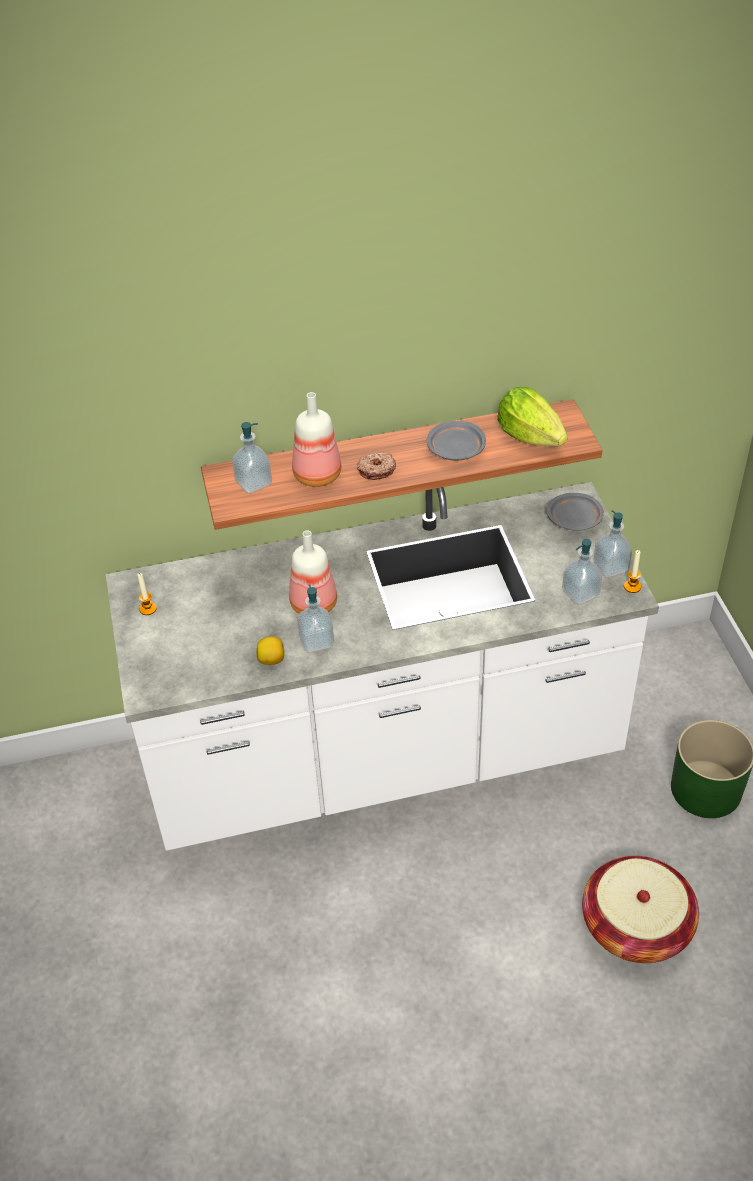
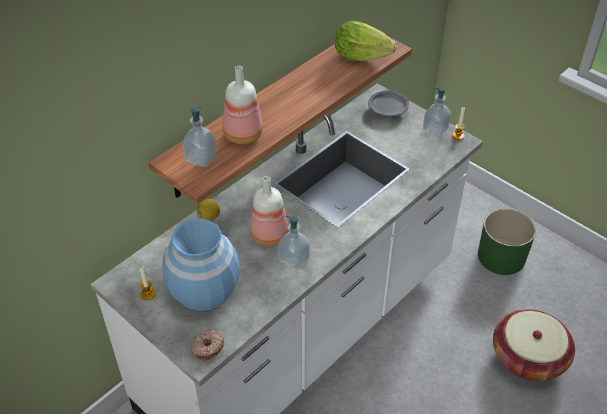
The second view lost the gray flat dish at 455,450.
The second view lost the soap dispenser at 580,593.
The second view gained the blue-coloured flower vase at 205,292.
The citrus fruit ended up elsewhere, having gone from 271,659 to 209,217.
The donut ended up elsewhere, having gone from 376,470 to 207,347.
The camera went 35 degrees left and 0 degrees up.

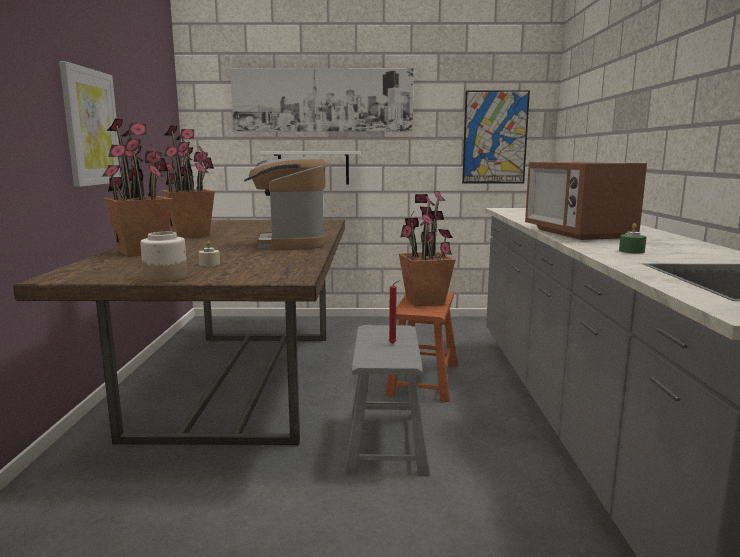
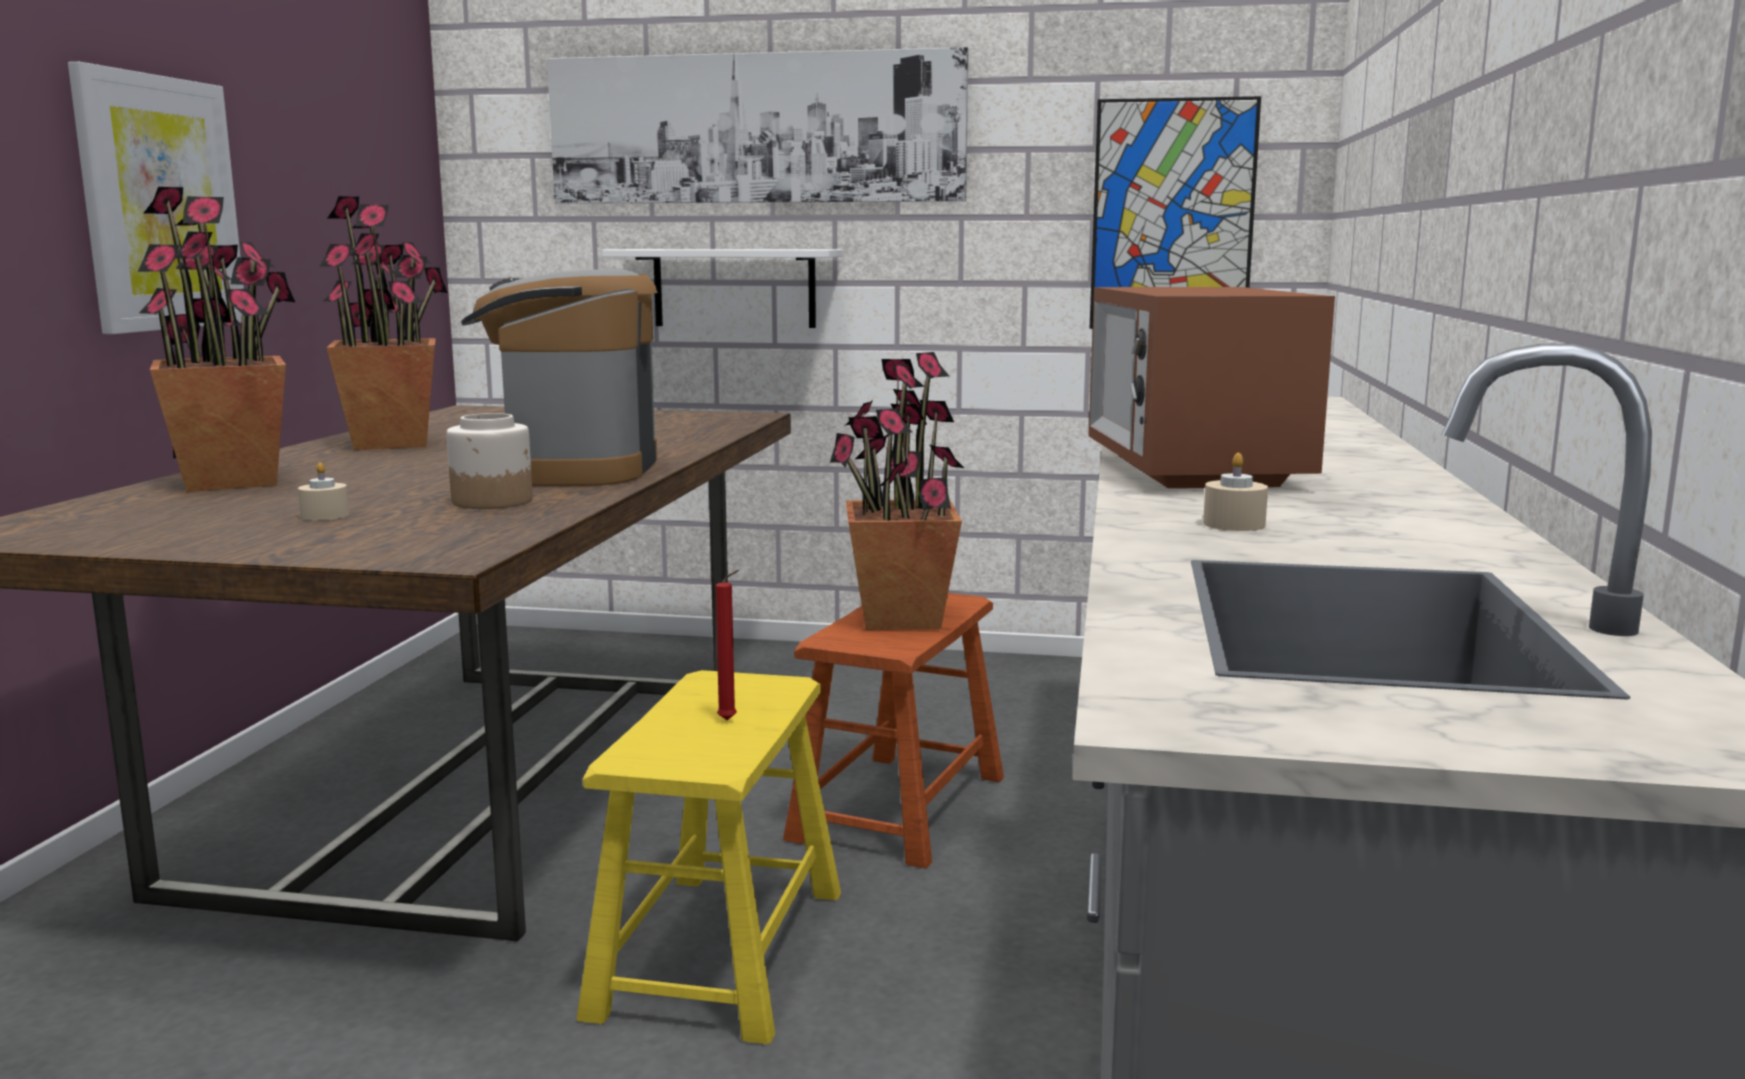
The preserve jar ended up elsewhere, having gone from 166,278 to 493,501.
What was the gray stool at 386,441 turned into the yellow stool at 720,951.
What was the greenish candle at 631,251 turned into the beige candle at 1234,524.
The camera went 10 degrees right and 0 degrees up.

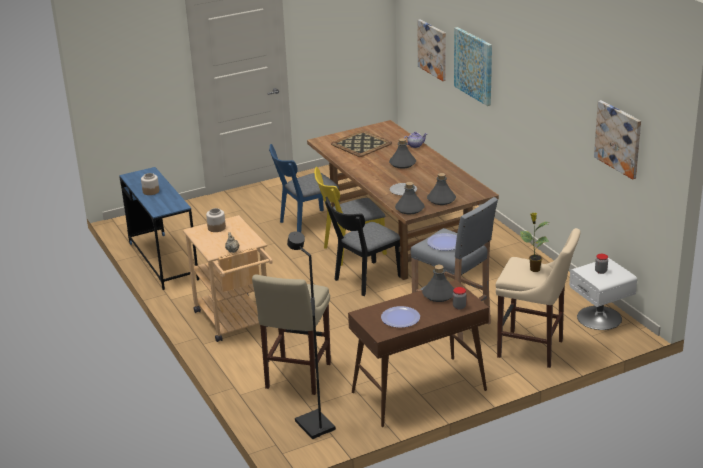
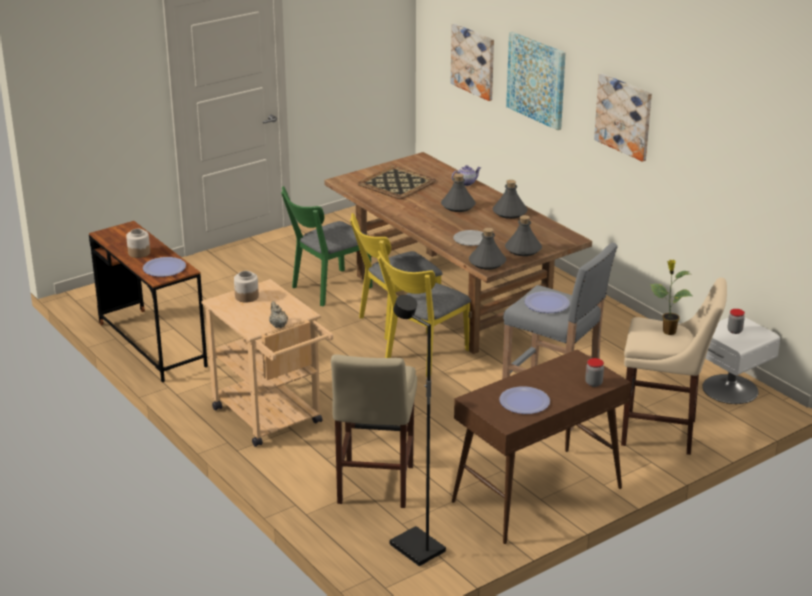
The second view gained the flat dish at 164,268.
The gray beverage bottle ended up elsewhere, having gone from 439,295 to 510,212.
The wall picture ended up elsewhere, having gone from 618,139 to 624,116.
What was the blue-coloured desk at 163,261 turned into the brownish desk at 152,345.
What was the blue-coloured plain chair at 306,224 turned into the greenish plain chair at 327,289.
What was the black plain chair at 364,280 turned into the yellow plain chair at 424,356.
The camera went 10 degrees left and 0 degrees up.

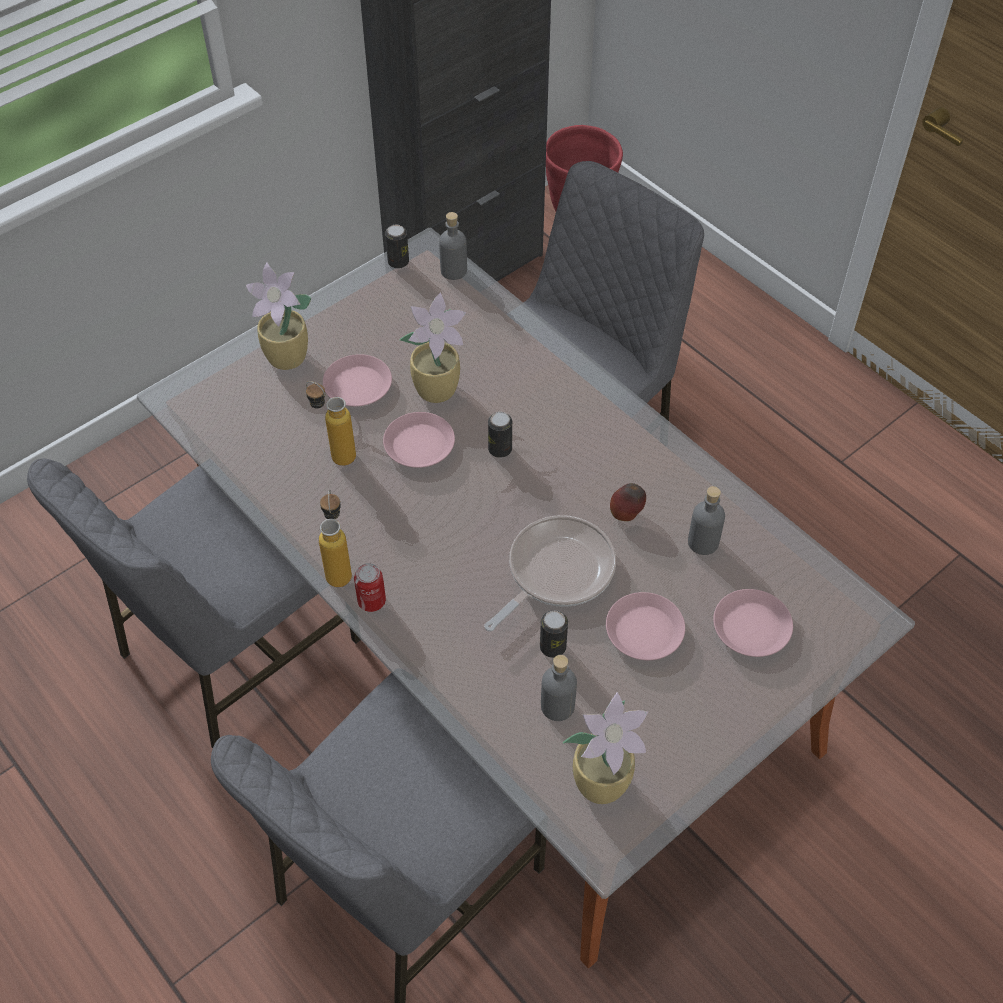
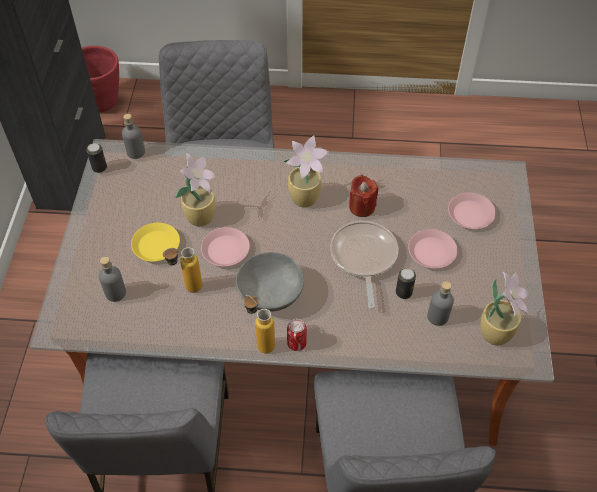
The second view lost the metal can at 500,449.
The second view gained the gray deep dish at 270,294.
The potted plant ended up elsewhere, having gone from 288,358 to 306,198.
The gray beverage bottle ended up elsewhere, having gone from 703,542 to 115,293.
Where the apple stood at 626,514, the red-coloured candle came to stand at 362,207.
What was the pink flat dish at 358,385 turned into the yellow flat dish at 156,245.
The camera went 45 degrees left and 0 degrees up.

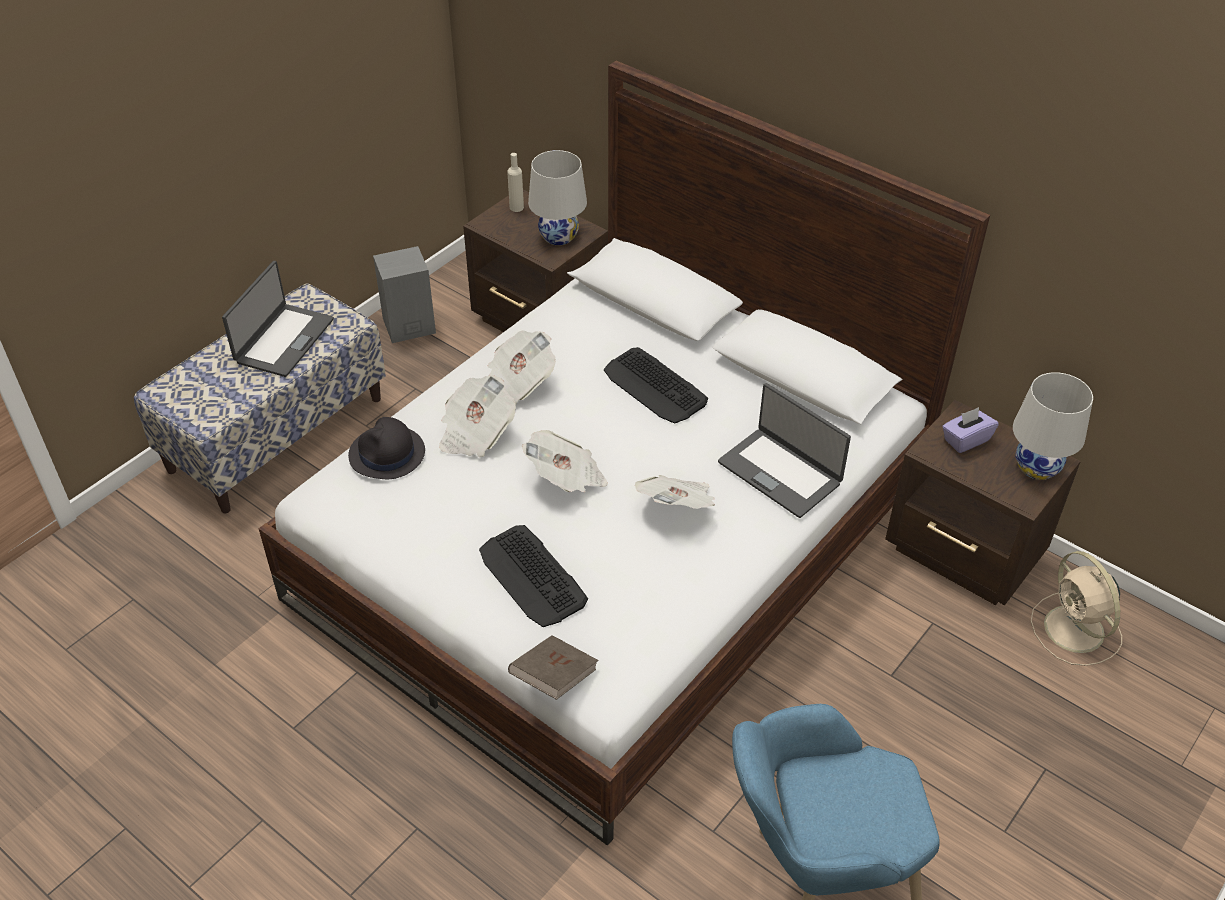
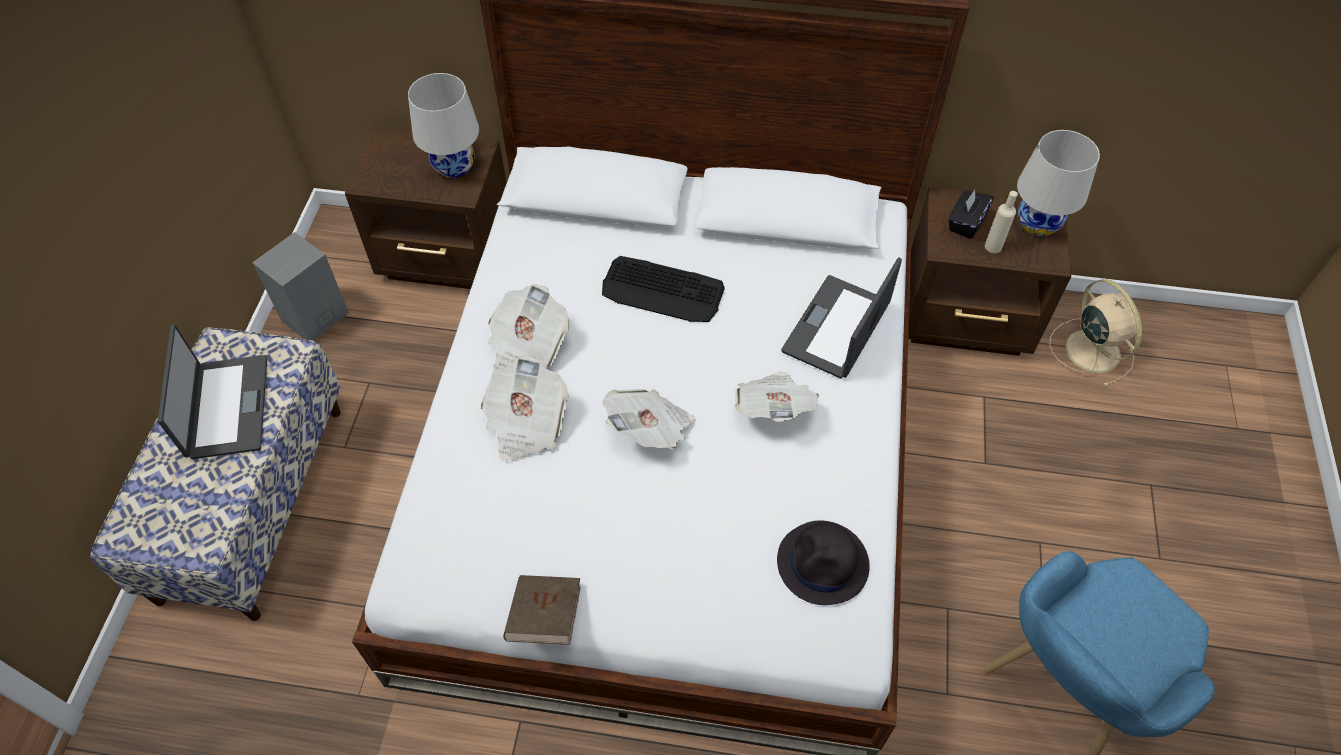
The second view lost the computer keyboard at 532,577.
The black wearable hat ended up elsewhere, having gone from 387,454 to 823,564.
The beige beverage bottle ended up elsewhere, having gone from 516,207 to 993,246.
The brownish book ended up elsewhere, having gone from 553,678 to 545,617.
What was the purple-coloured box of tissues at 966,440 turned into the black box of tissues at 966,223.
The laptop at 780,472 ended up facing another way, 105 degrees clockwise from before.
The beige cooling fan at 1075,631 ended up facing another way, 150 degrees counterclockwise from before.
The camera went 30 degrees left and 10 degrees up.

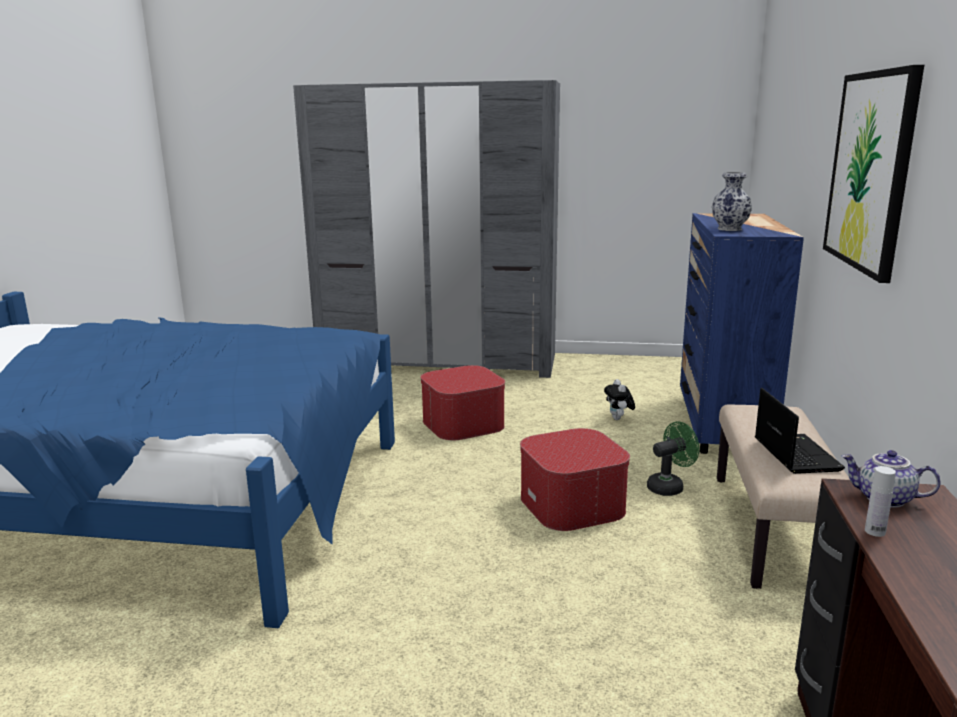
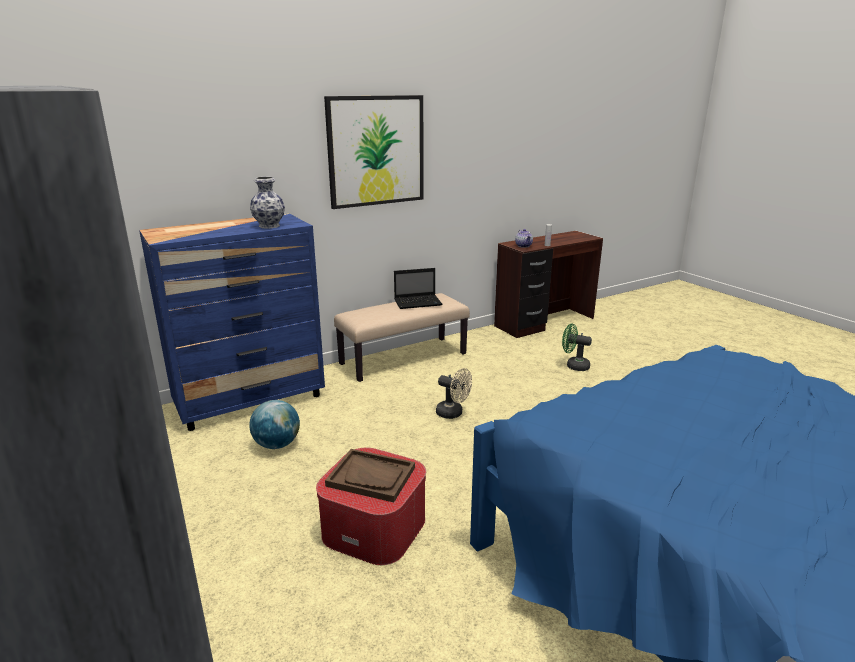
The second view gained the brownish serving tray at 371,477.
The greenish cooling fan ended up elsewhere, having gone from 669,486 to 574,366.
Where the pouffe stood at 572,504, the beige cooling fan came to stand at 453,413.
Where the plush toy stood at 619,419, the globe came to stand at 277,444.
The laptop at 794,454 ended up facing another way, 150 degrees counterclockwise from before.
The camera went 130 degrees left and 5 degrees up.

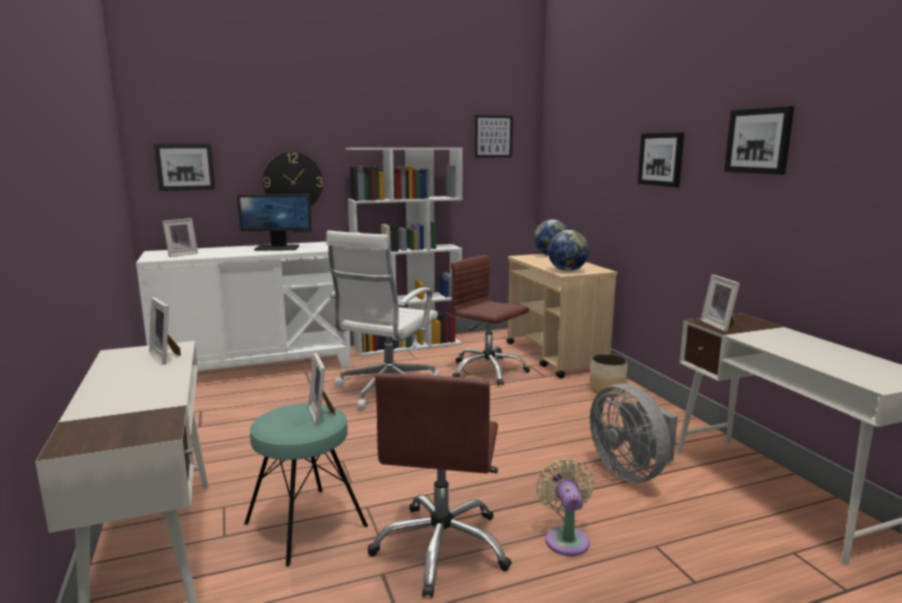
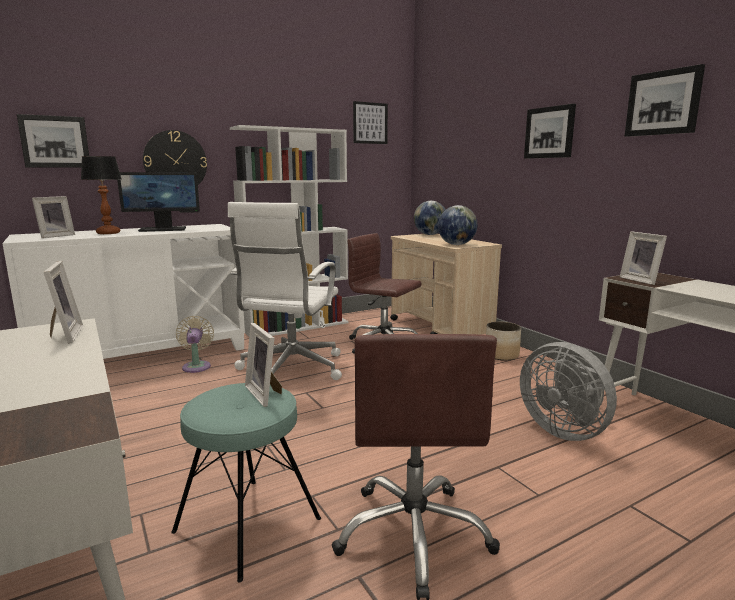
The second view gained the lamp for a table at 108,233.
The beige cooling fan ended up elsewhere, having gone from 566,538 to 197,366.
The standing frame at 167,356 ended up facing another way, 150 degrees counterclockwise from before.
The camera went 10 degrees left and 0 degrees up.

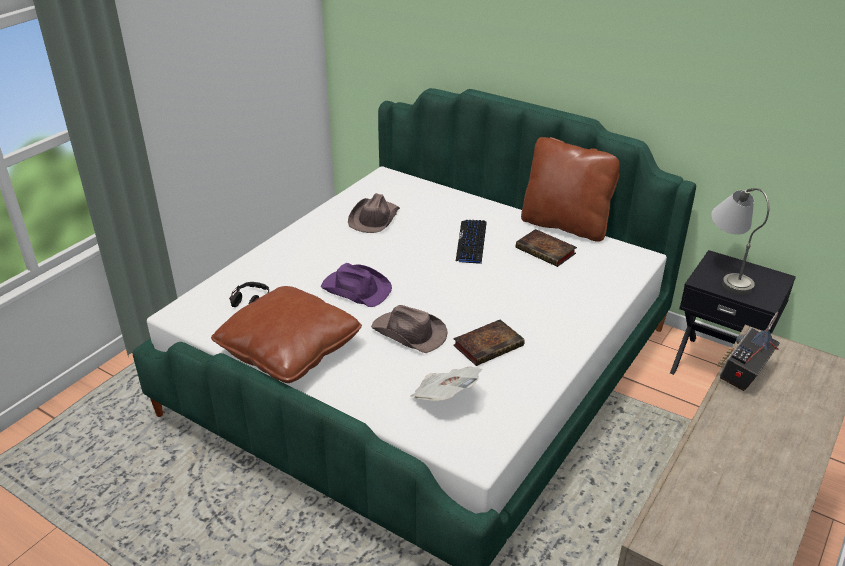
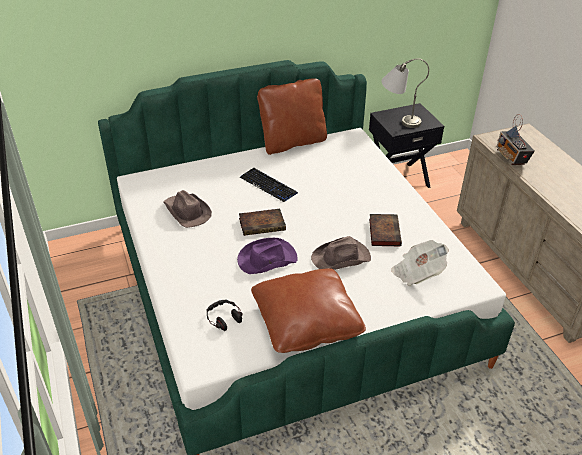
The book ended up elsewhere, having gone from 547,251 to 263,224.
The camera went 55 degrees left and 5 degrees up.

